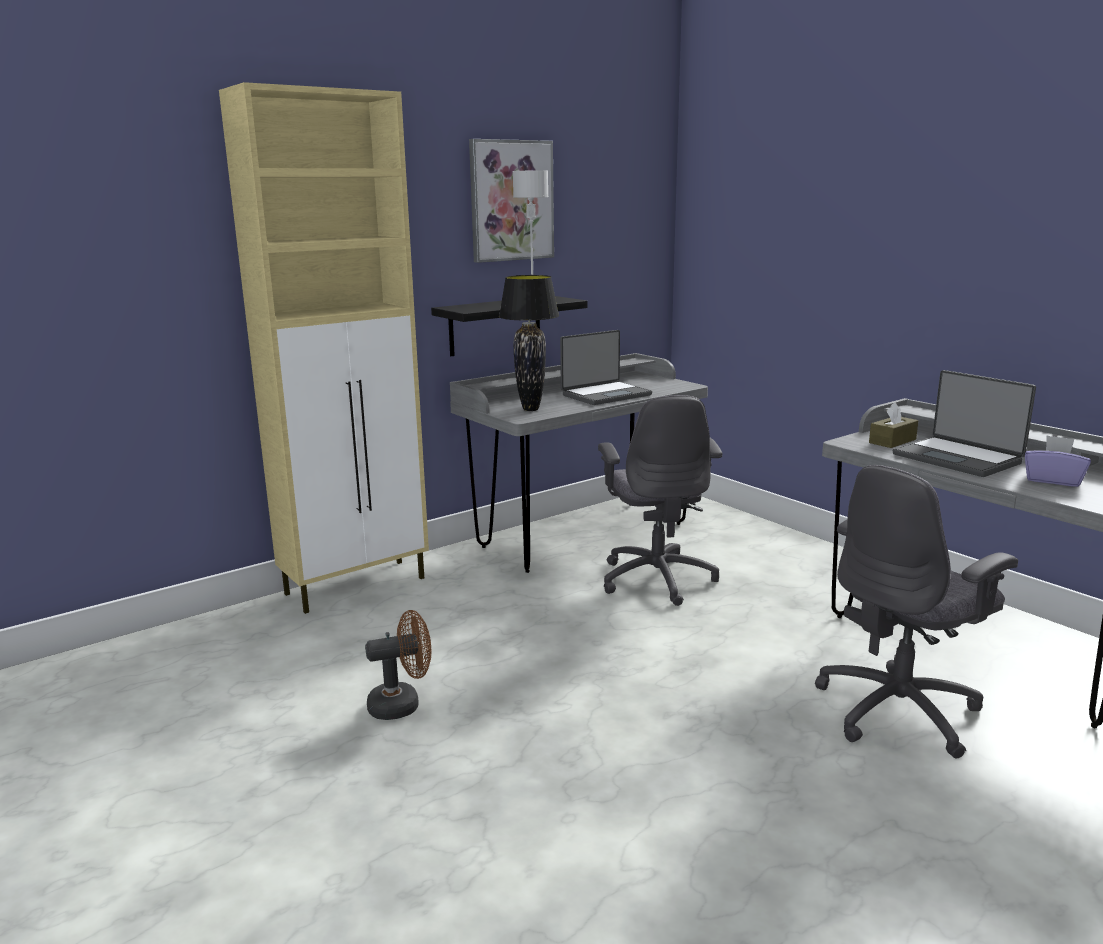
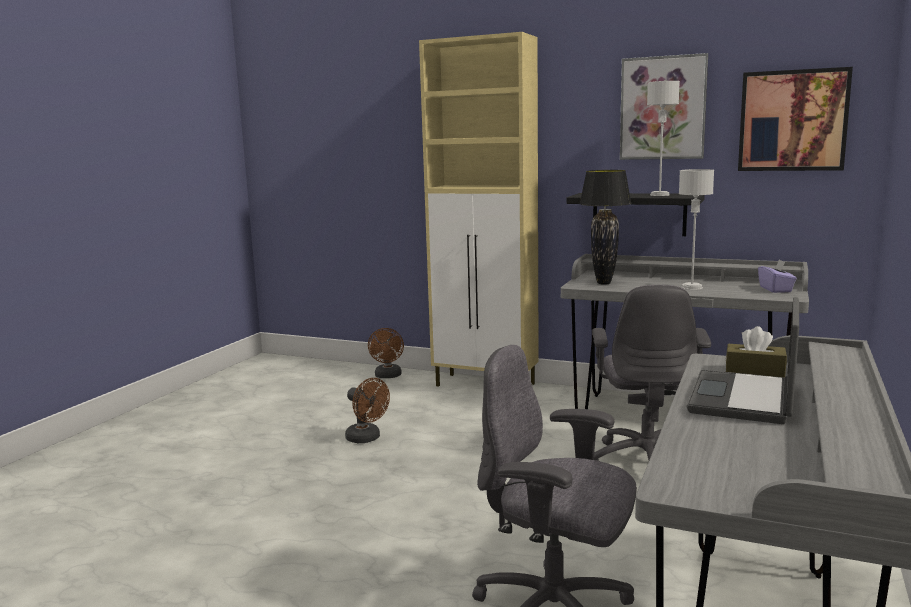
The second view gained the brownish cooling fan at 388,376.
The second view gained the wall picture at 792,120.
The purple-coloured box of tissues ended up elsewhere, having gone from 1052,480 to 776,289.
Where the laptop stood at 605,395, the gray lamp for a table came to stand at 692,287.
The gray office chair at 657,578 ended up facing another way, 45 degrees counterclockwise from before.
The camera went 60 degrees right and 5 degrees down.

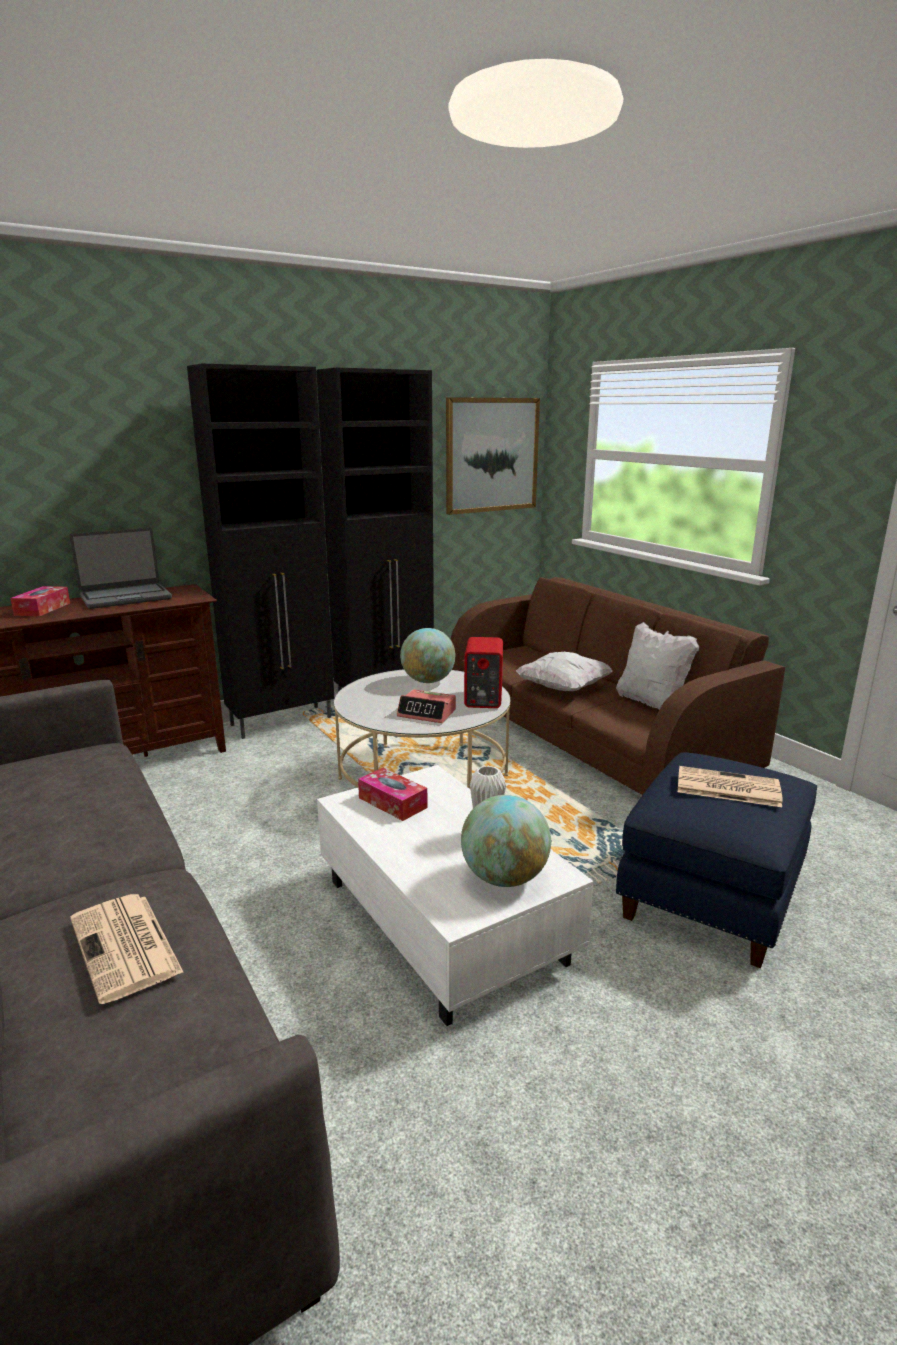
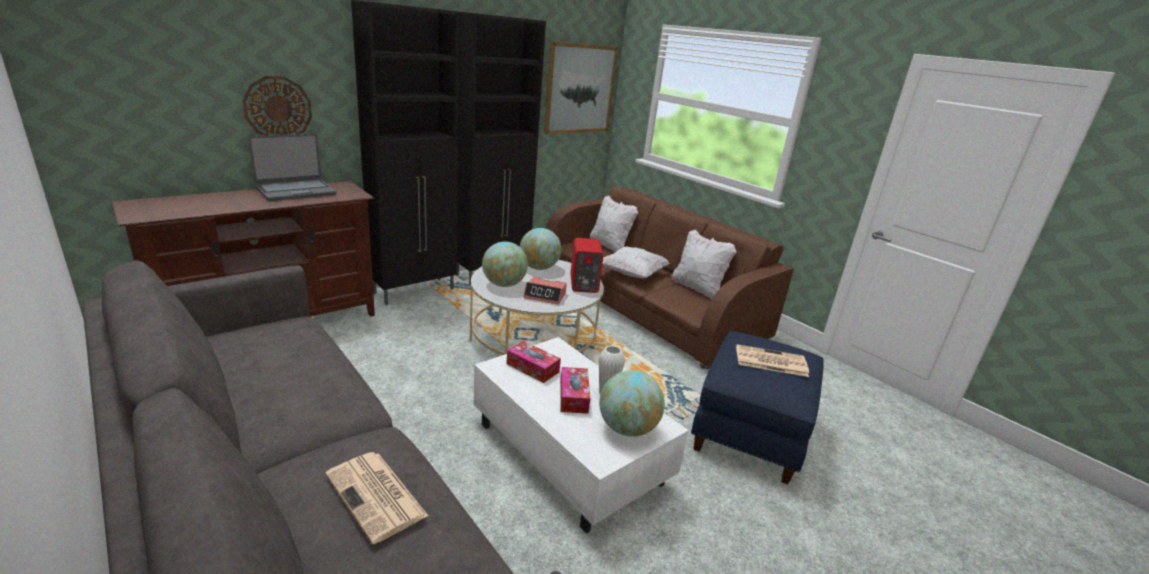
The second view gained the wall clock at 278,108.
The second view gained the globe at 504,284.
The second view gained the whitish throw pillow at 610,246.
The box of tissues ended up elsewhere, having gone from 42,609 to 573,396.
The camera went 10 degrees left and 5 degrees up.

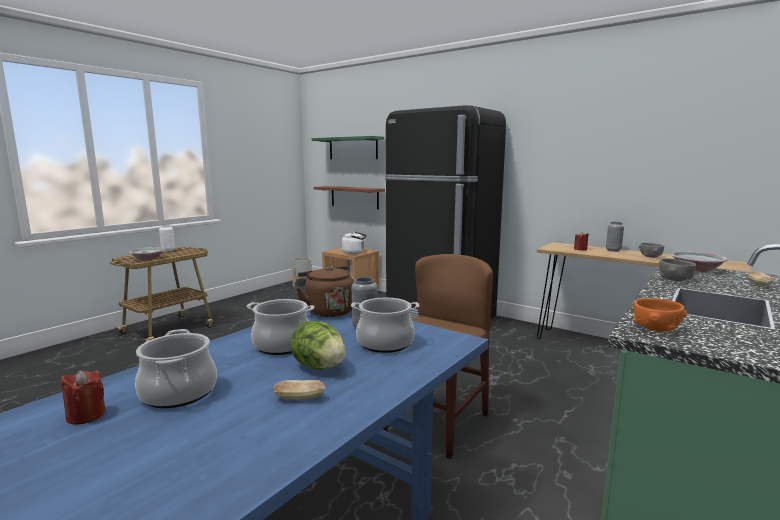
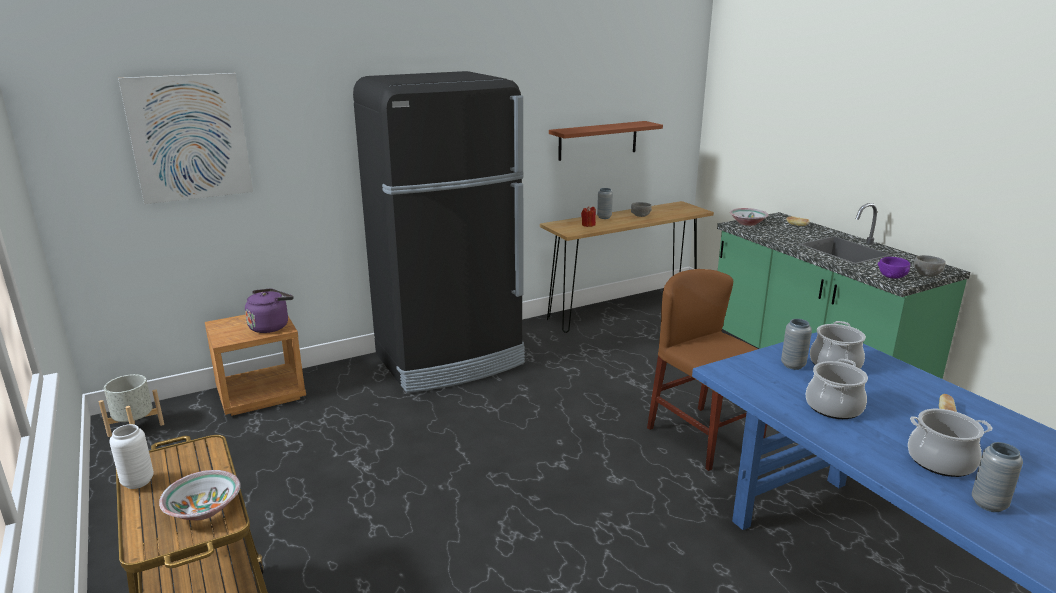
The second view lost the lettuce at 319,367.
The second view lost the brownish kettle at 328,311.
The brownish shelf ended up elsewhere, having gone from 354,197 to 598,140.
The gray deep dish ended up elsewhere, having gone from 675,280 to 926,274.
Where the red-coloured candle stood at 86,415, the gray flower vase came to stand at 988,504.
Where the greenish shelf hung at 353,148, the wall picture came to hang at 189,138.
What was the whitish kettle at 354,253 turned into the purple-coloured kettle at 271,326.
What was the orangey deep dish at 656,329 turned into the purple-coloured deep dish at 892,277.
The camera went 65 degrees left and 10 degrees up.

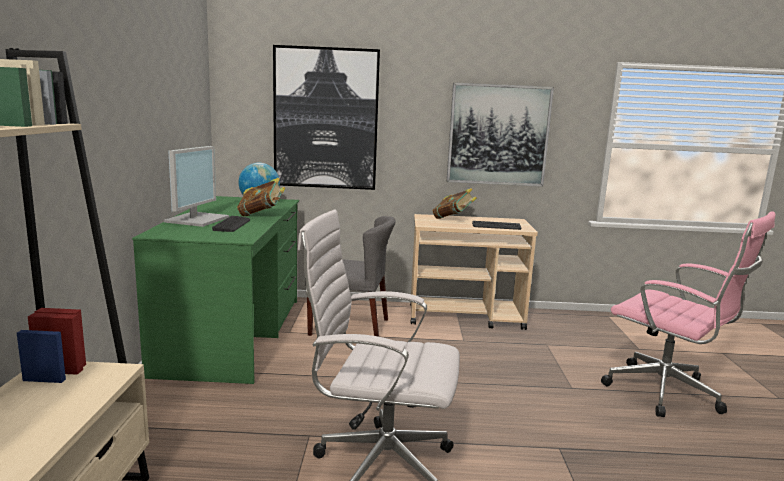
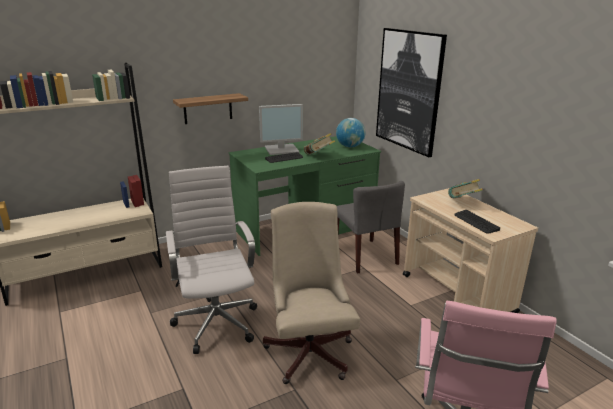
The second view lost the wall picture at 498,135.
The second view gained the shelf at 208,108.
The second view gained the beige office chair at 309,349.
The camera went 60 degrees right and 10 degrees up.

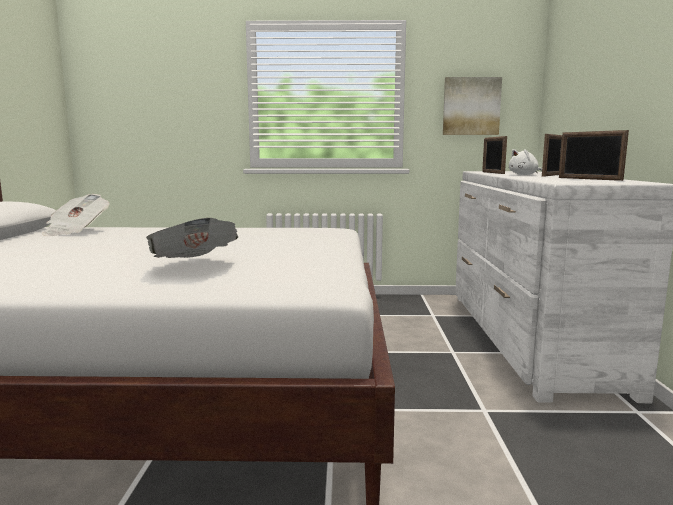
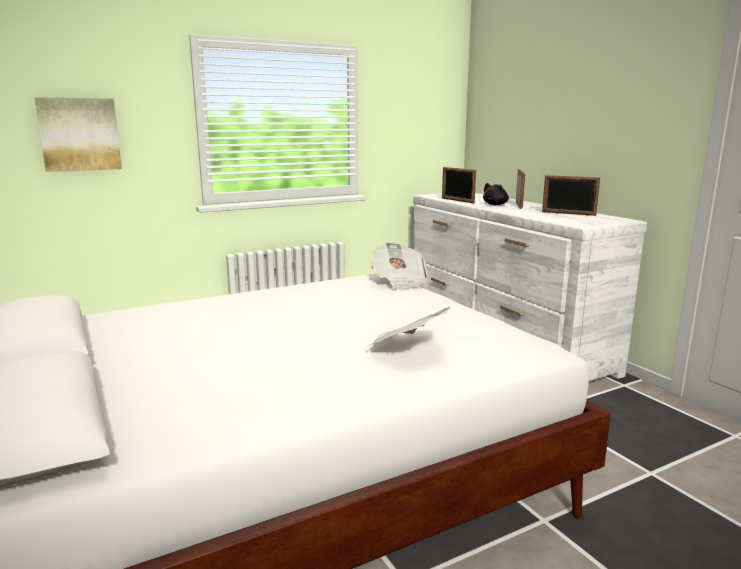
The daily paper ended up elsewhere, having gone from 76,231 to 399,282.
The wall picture ended up elsewhere, having gone from 471,106 to 79,134.
What was the whitish plush toy at 524,174 turned into the black plush toy at 496,204.
The camera went 30 degrees left and 5 degrees up.

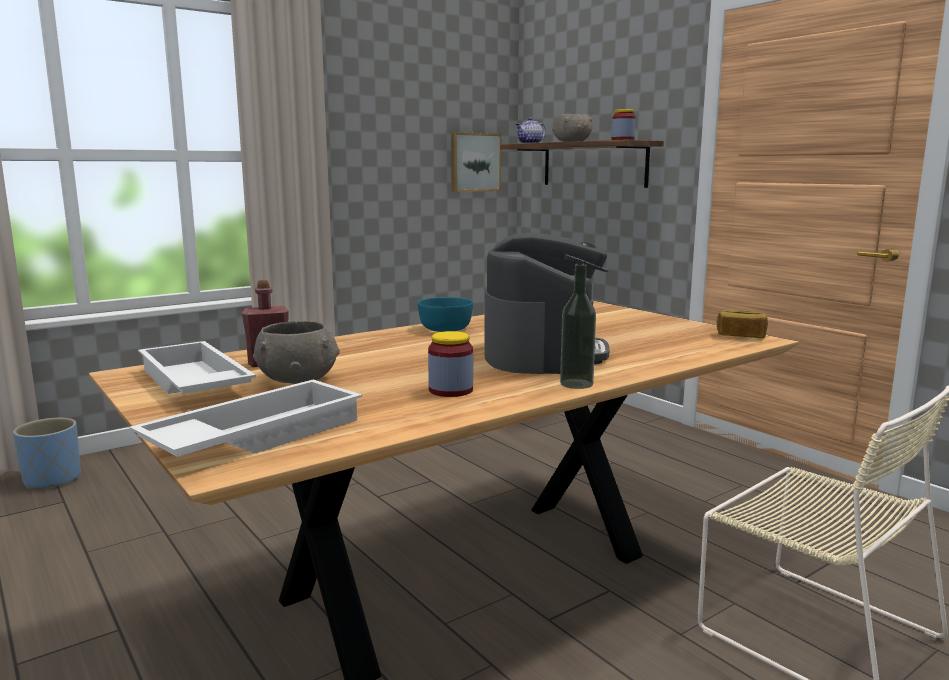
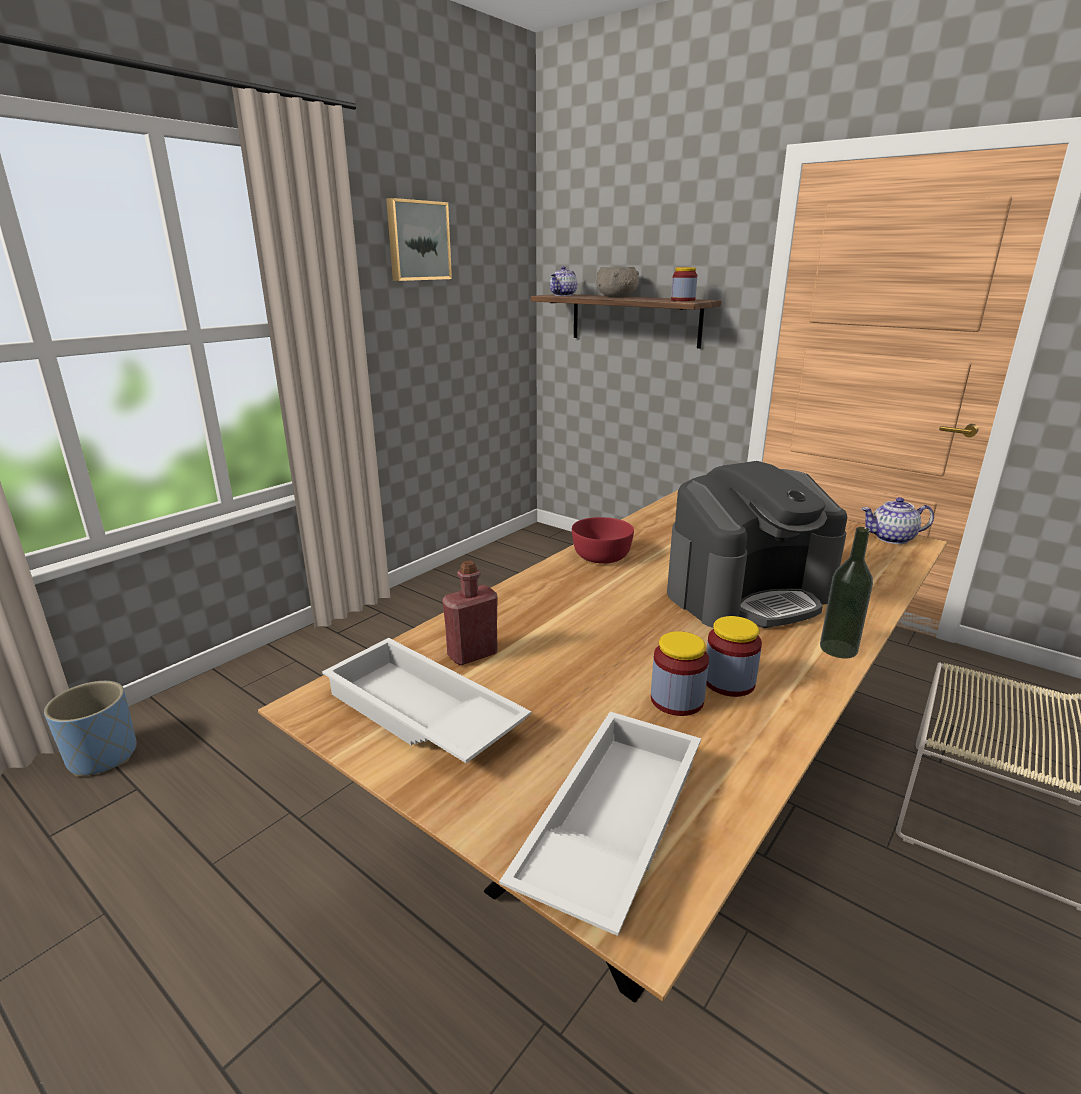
The second view lost the gray deep dish at 298,379.
The second view gained the preserve jar at 677,700.
The wall picture ended up elsewhere, having gone from 474,162 to 417,241.
Where the bakery bread stood at 741,336, the tea pot came to stand at 891,538.
What was the turquoise-coloured deep dish at 445,328 turned into the red-coloured deep dish at 600,556.
The coffee machine at 543,354 ended up facing another way, 75 degrees clockwise from before.
The camera went 15 degrees left and 10 degrees up.

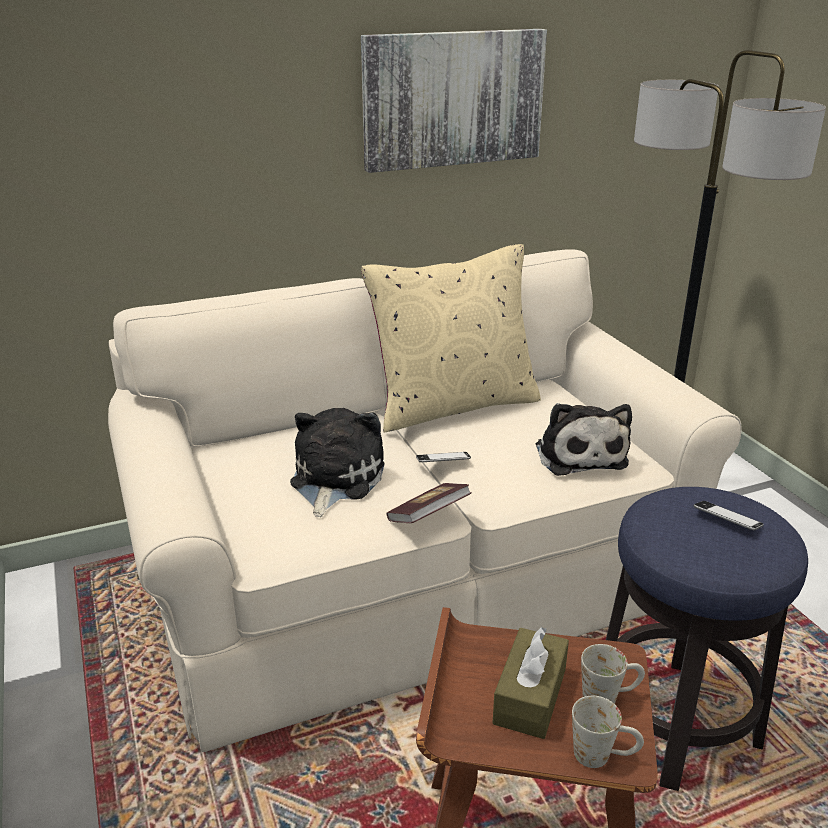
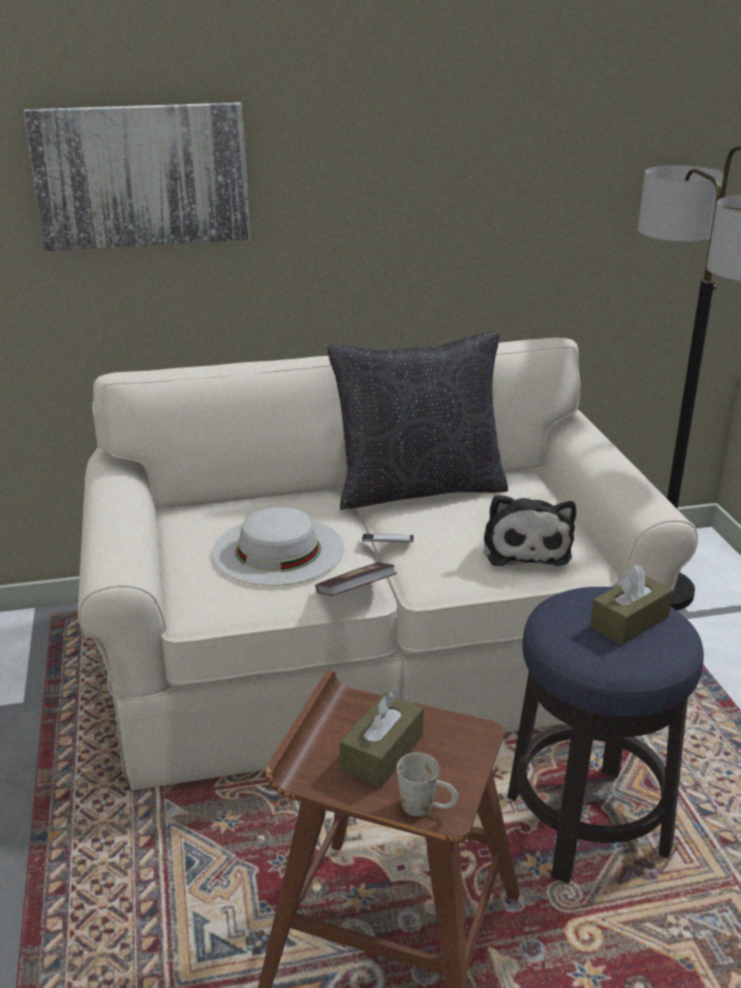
The second view lost the whitish coffee mug at 609,697.
The wall picture ended up elsewhere, having gone from 453,99 to 142,175.
Where the plush toy stood at 334,479, the whitish wearable hat came to stand at 278,550.
Where the telephone stood at 727,520, the brownish box of tissues came to stand at 629,621.
What was the beige throw pillow at 453,405 turned into the black throw pillow at 418,488.
The camera went 10 degrees right and 0 degrees up.

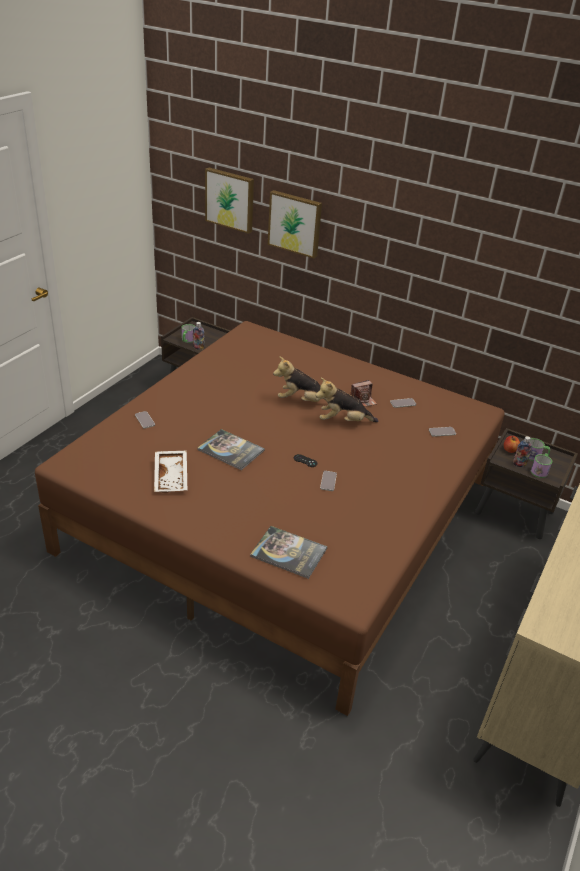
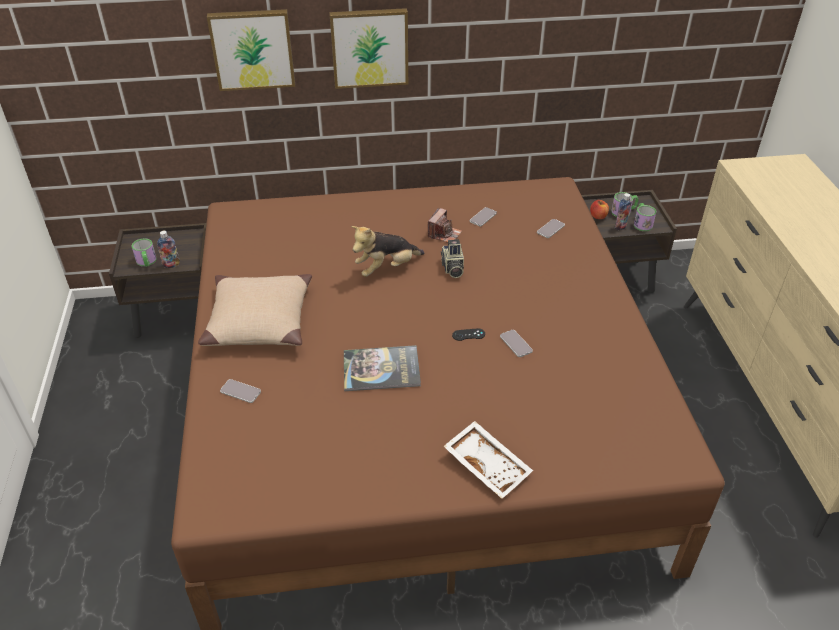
The second view lost the book at 288,552.
The second view gained the beige throw pillow at 258,320.
The whitish serving tray ended up elsewhere, having gone from 172,477 to 488,465.
The wall picture ended up elsewhere, having gone from 230,199 to 369,47.
Where the plush toy stood at 343,421, the photo camera came to stand at 452,268.
The camera went 35 degrees left and 5 degrees up.

